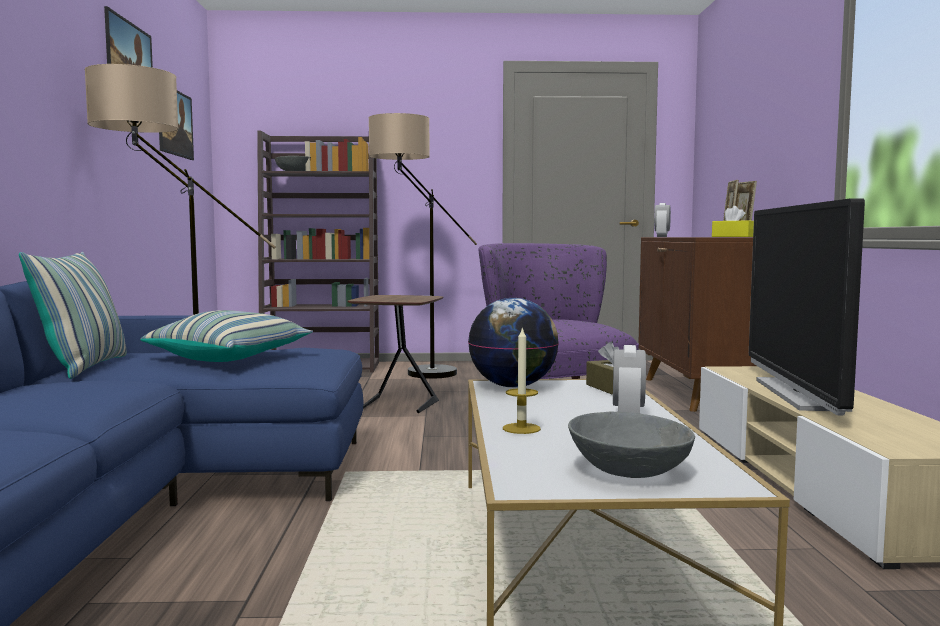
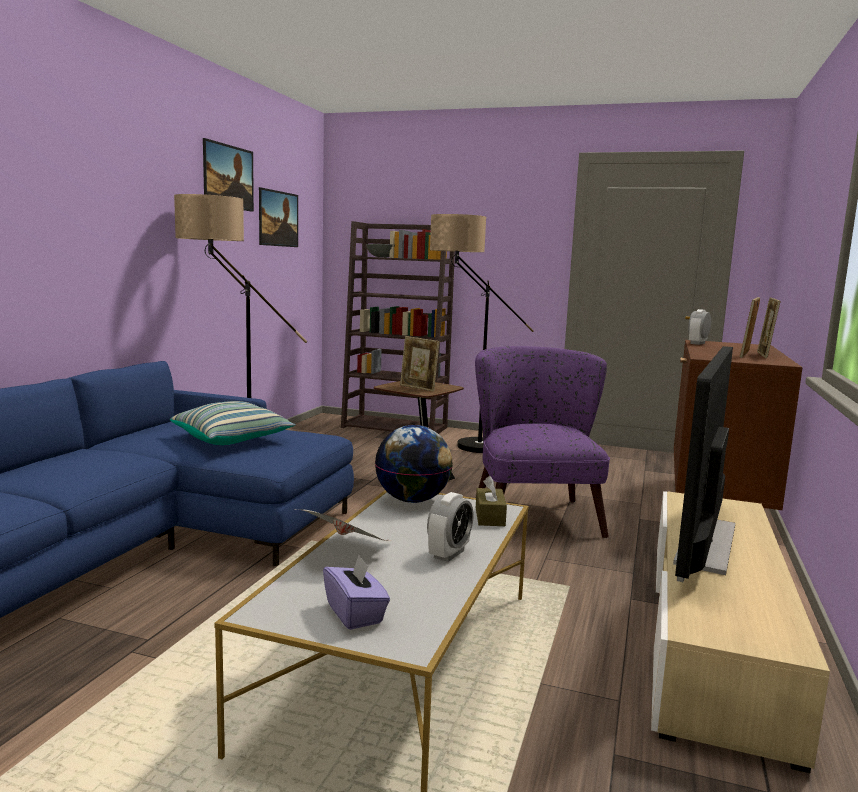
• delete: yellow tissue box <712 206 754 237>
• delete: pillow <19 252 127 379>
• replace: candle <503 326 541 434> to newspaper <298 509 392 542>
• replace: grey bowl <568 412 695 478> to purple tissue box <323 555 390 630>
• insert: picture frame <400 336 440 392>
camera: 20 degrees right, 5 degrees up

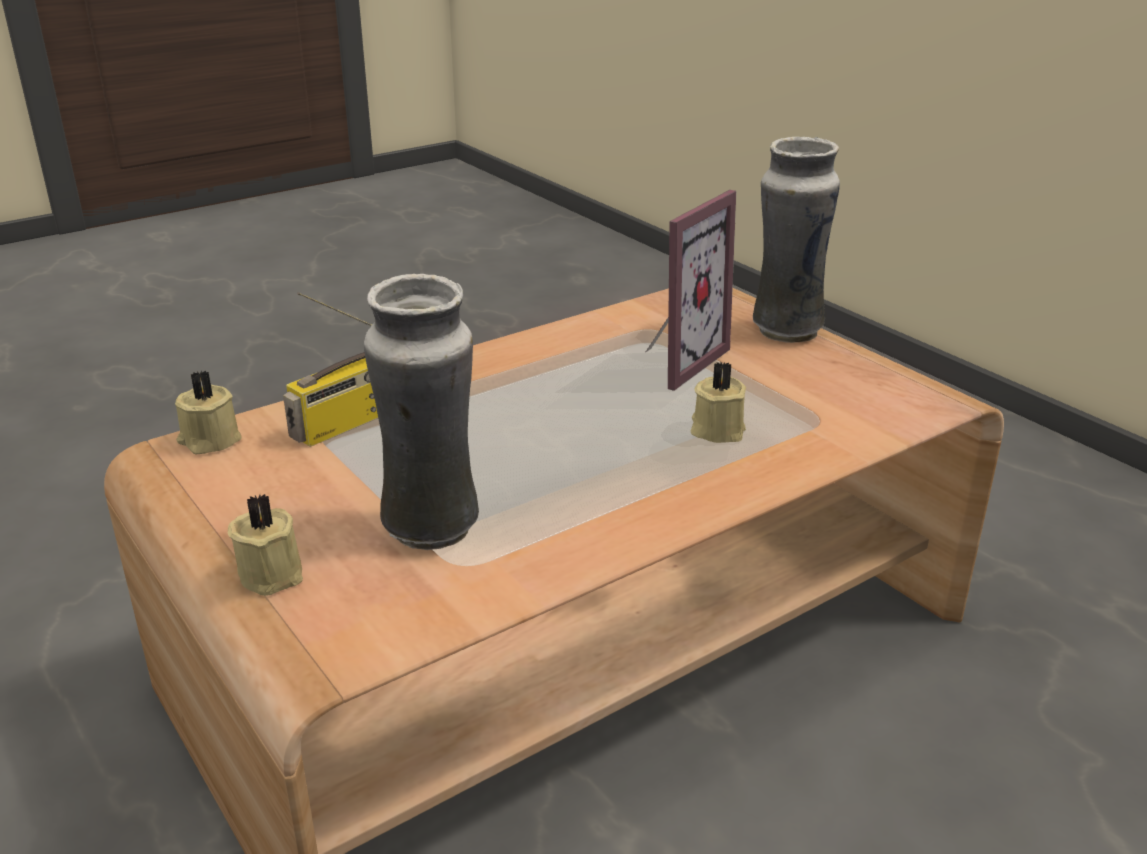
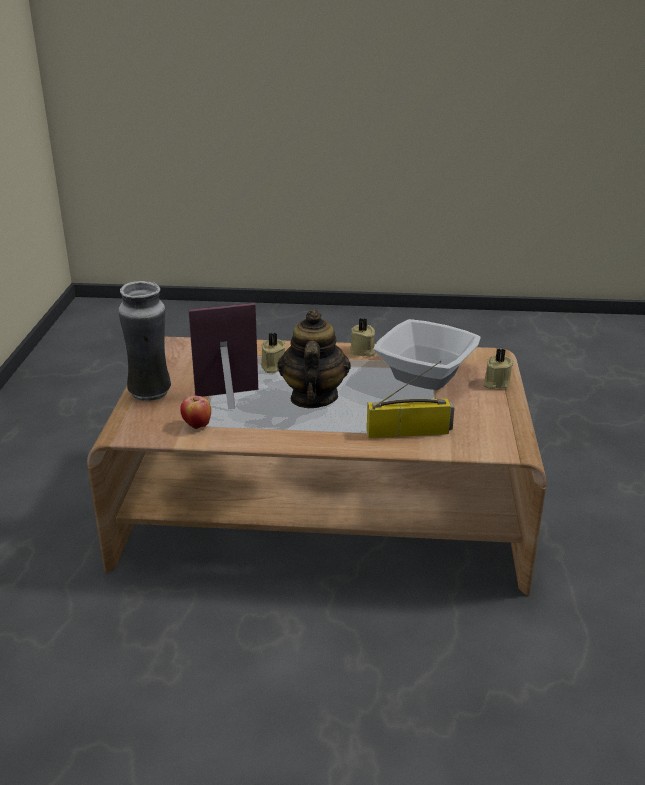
• replace: vase <364 274 479 550> to bowl <374 319 481 390>
• move: beige candle <175 370 242 454> to <350 318 376 357>
• insert: teapot <278 309 351 408>
• insert: apple <180 395 211 430>
camera: 140 degrees left, 0 degrees up

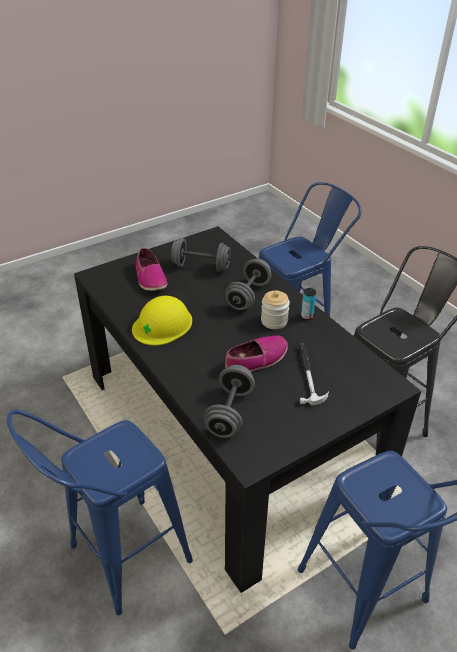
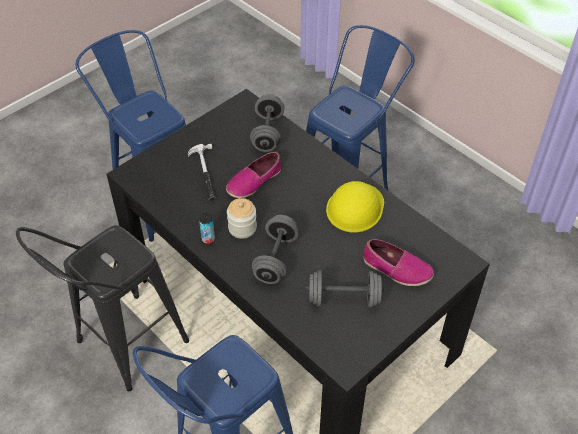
• rotate: shoe <136 248 168 291> = <364 239 434 286> 150 degrees clockwise
camera: 170 degrees right, 10 degrees up

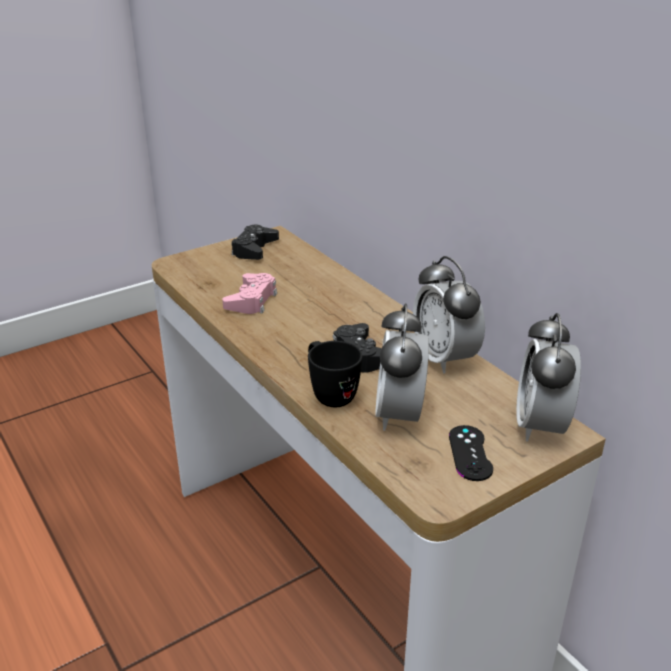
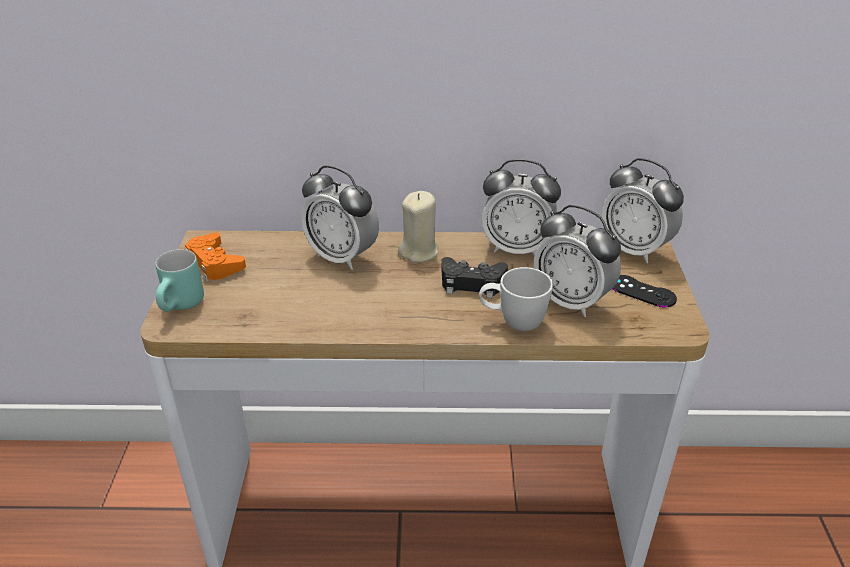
• recolor: black game controller <232 224 279 260> to orange game controller <185 233 246 281>
• delete: pink game controller <222 273 277 314>
• recolor: black mug <308 341 363 407> to white mug <479 267 553 331>
• insert: alarm clock <301 165 379 270>
• insert: beige candle <398 191 438 263>
• insert: turquoise mug <155 249 204 312>
camera: 55 degrees left, 5 degrees up

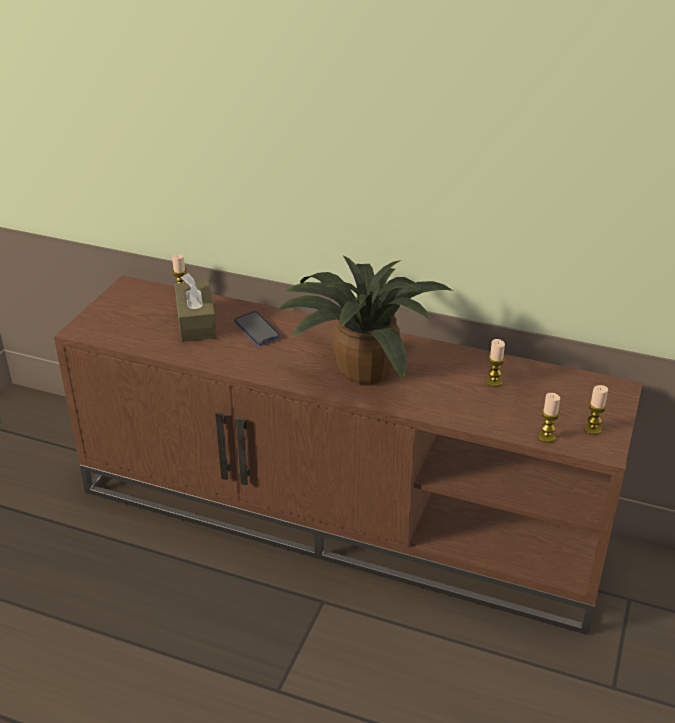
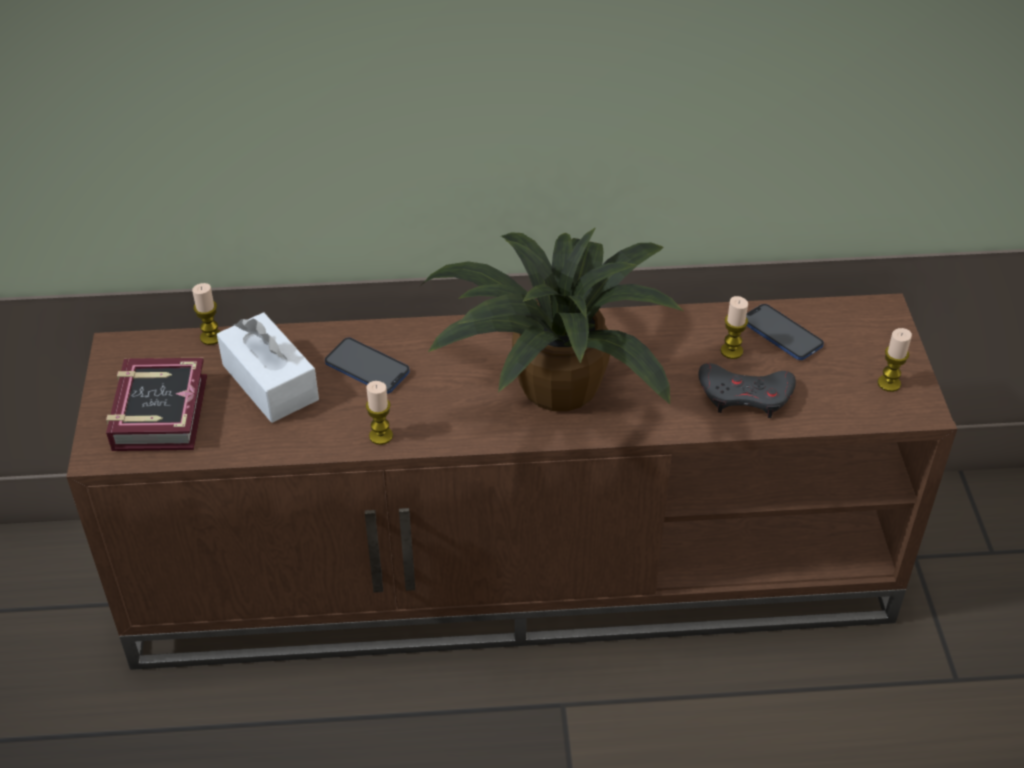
• recolor: brown tissue box <174 273 217 342> to white tissue box <217 312 319 423>
• move: candle <538 393 560 443> to <366 381 393 445>
• insert: phone <746 304 824 360>
• insert: book <106 358 207 451>
• insert: grey game controller <698 363 796 418>
camera: 25 degrees left, 10 degrees up

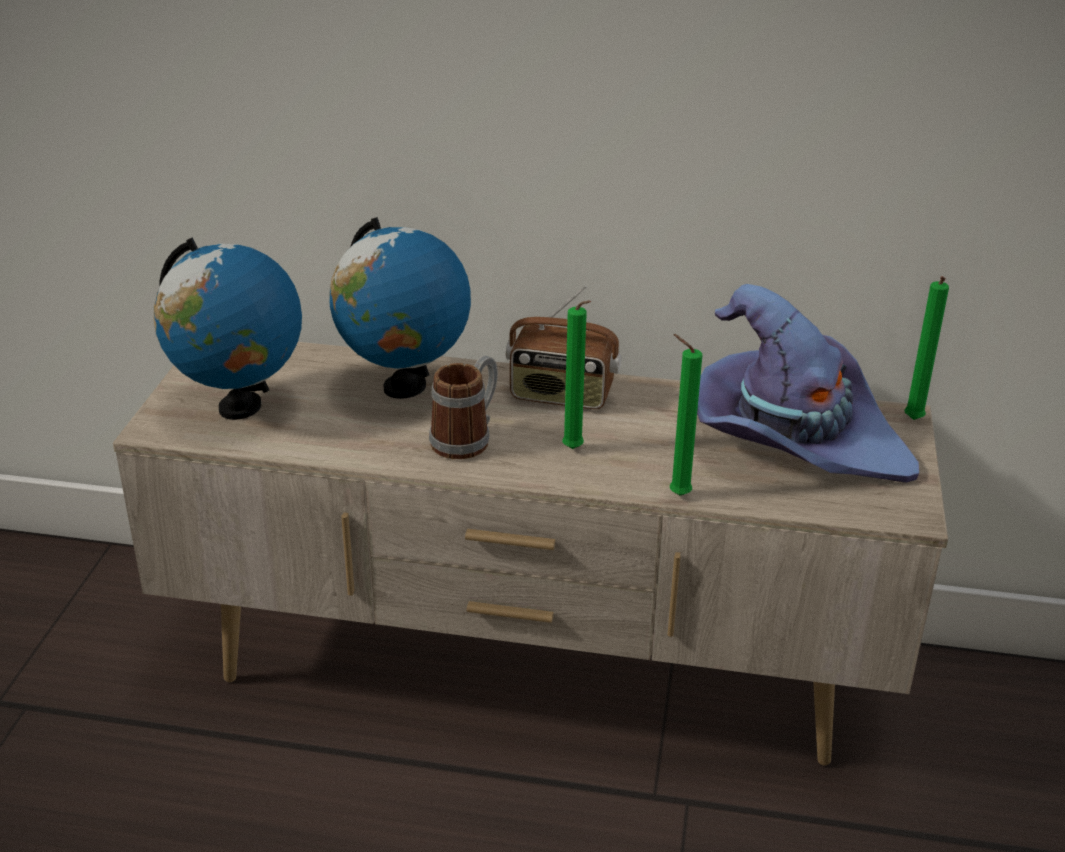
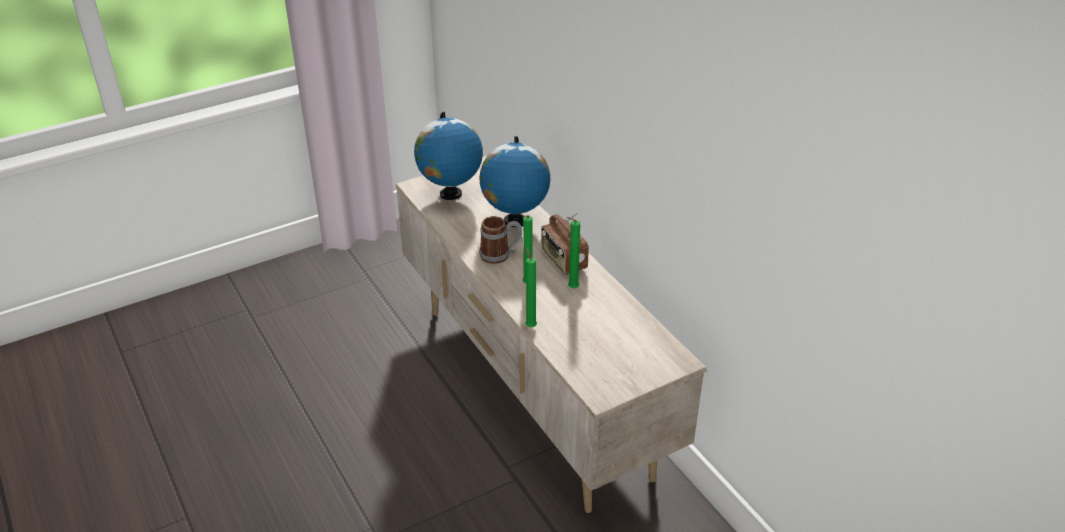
• move: green candle <905 276 949 420> to <567 217 580 288>
• delete: purple hat <697 284 919 483>
camera: 50 degrees right, 5 degrees up

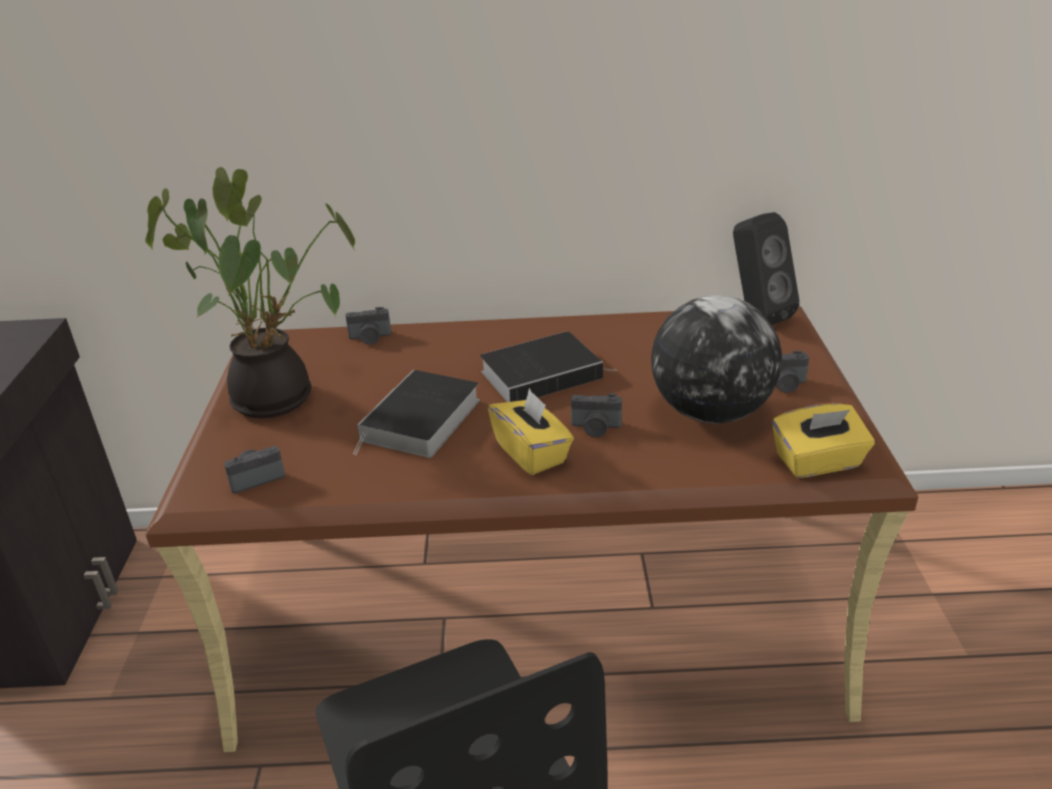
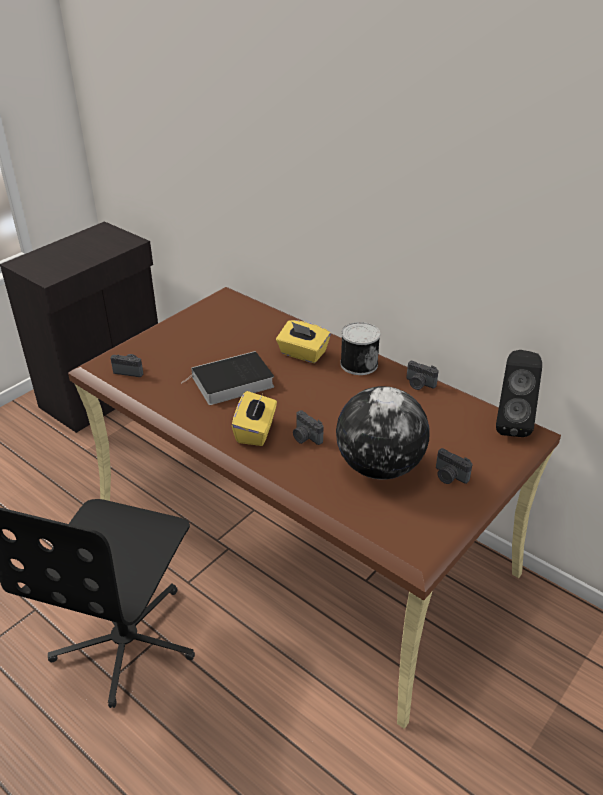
• delete: potted plant <145 167 355 418>
• move: photo camera <346 307 391 345> to <407 361 439 390>
• delete: book <480 331 617 402>
• move: yellow tissue box <772 403 875 478> to <276 320 331 363>
• insert: can <340 322 380 375>
camera: 40 degrees right, 5 degrees up

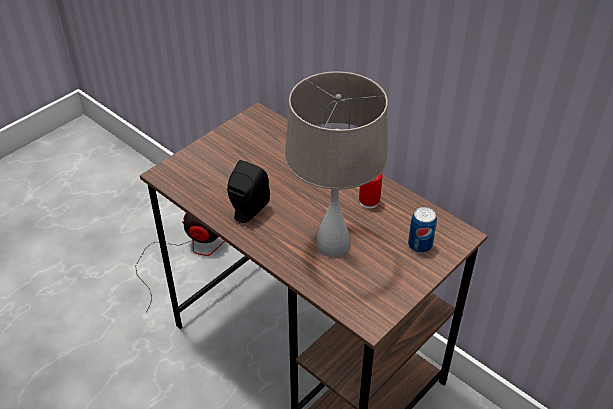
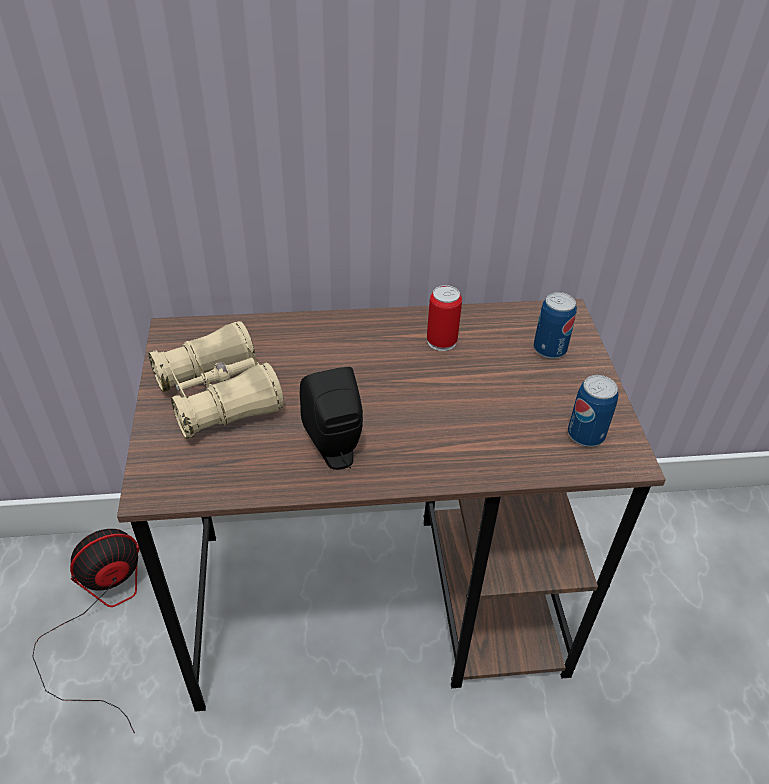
• delete: beige table lamp <284 71 388 257>
• insert: beige binoculars <149 321 284 439>
• insert: can <568 375 618 447>
camera: 50 degrees left, 0 degrees up

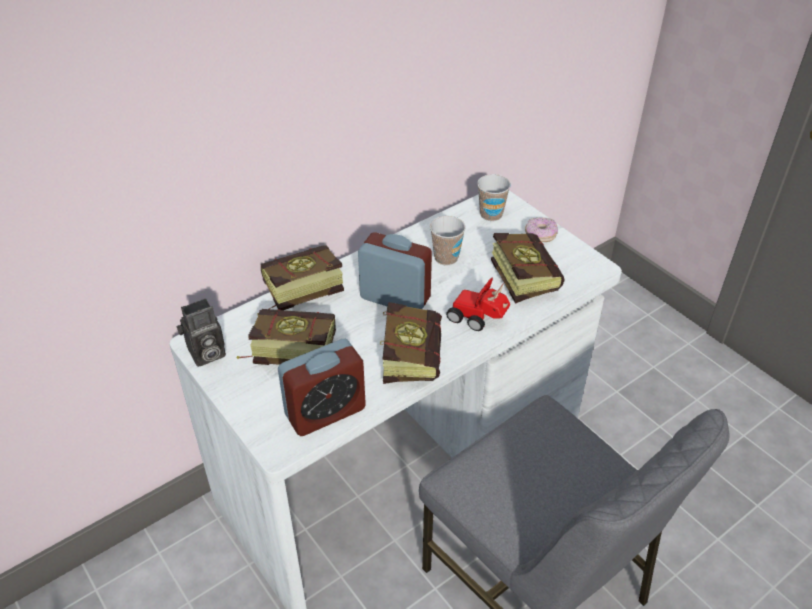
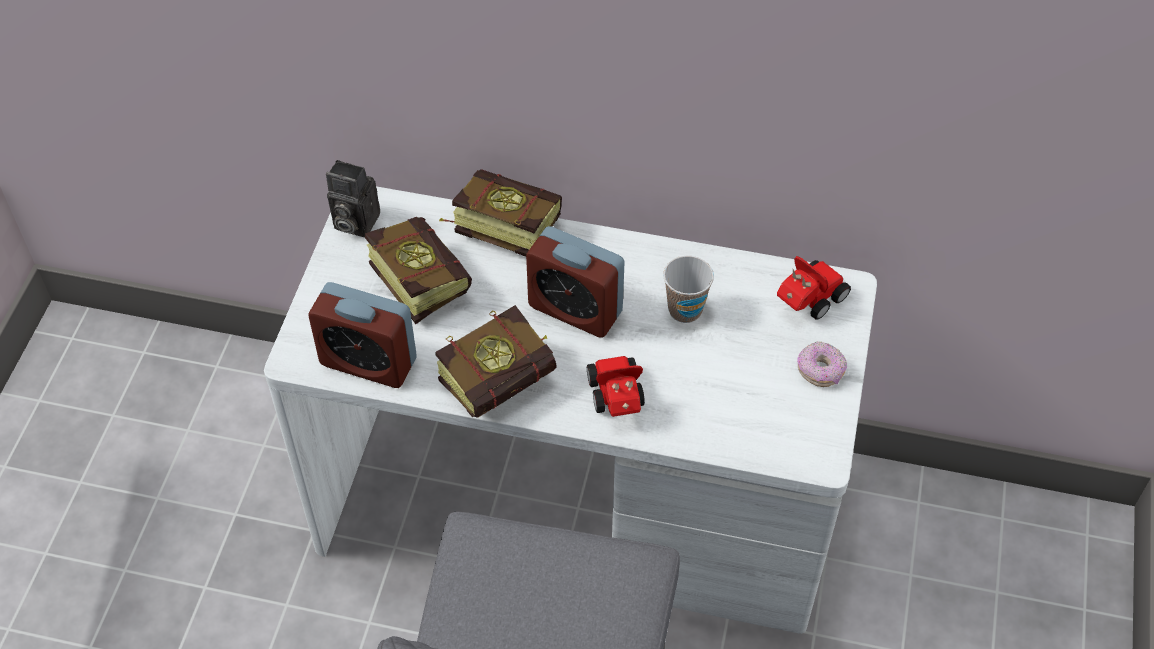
• replace: cup <477 174 511 221> to toy car <777 256 851 319>
• rotate: alarm clock <358 232 432 309> = <526 226 625 338> 135 degrees clockwise
• delete: book <491 233 564 304>
camera: 50 degrees right, 10 degrees up

